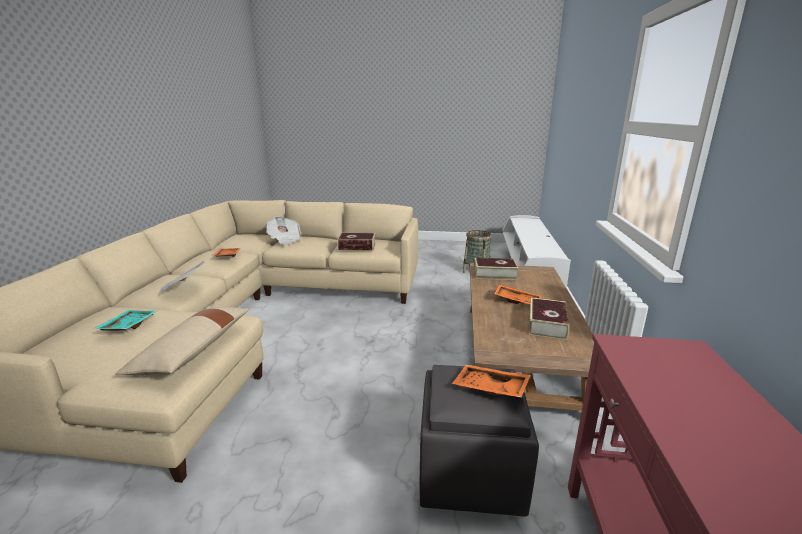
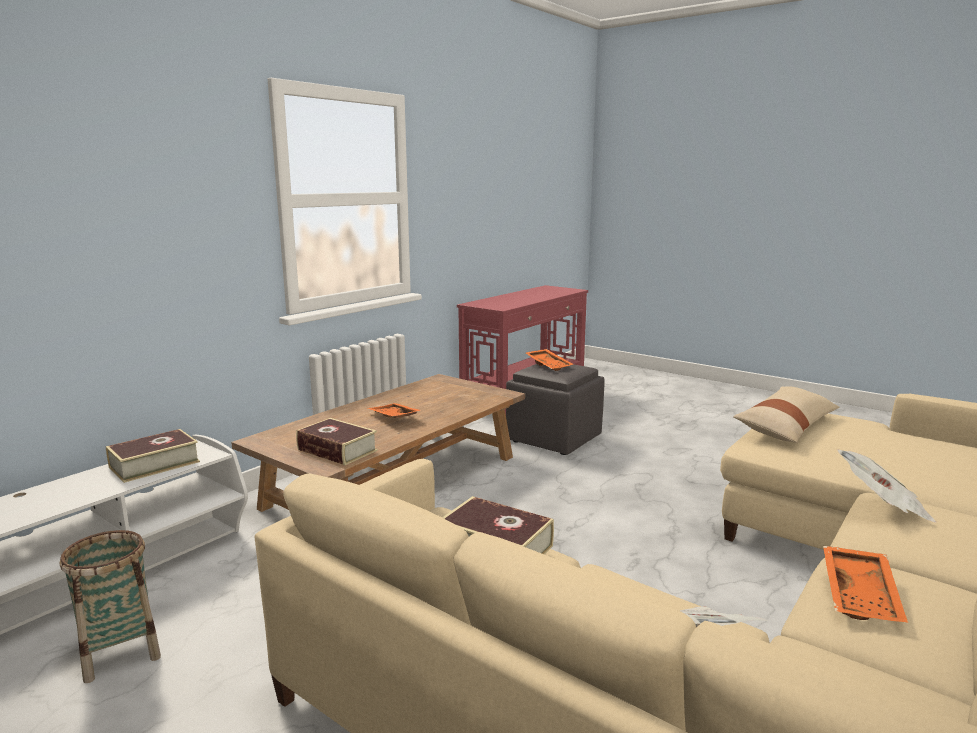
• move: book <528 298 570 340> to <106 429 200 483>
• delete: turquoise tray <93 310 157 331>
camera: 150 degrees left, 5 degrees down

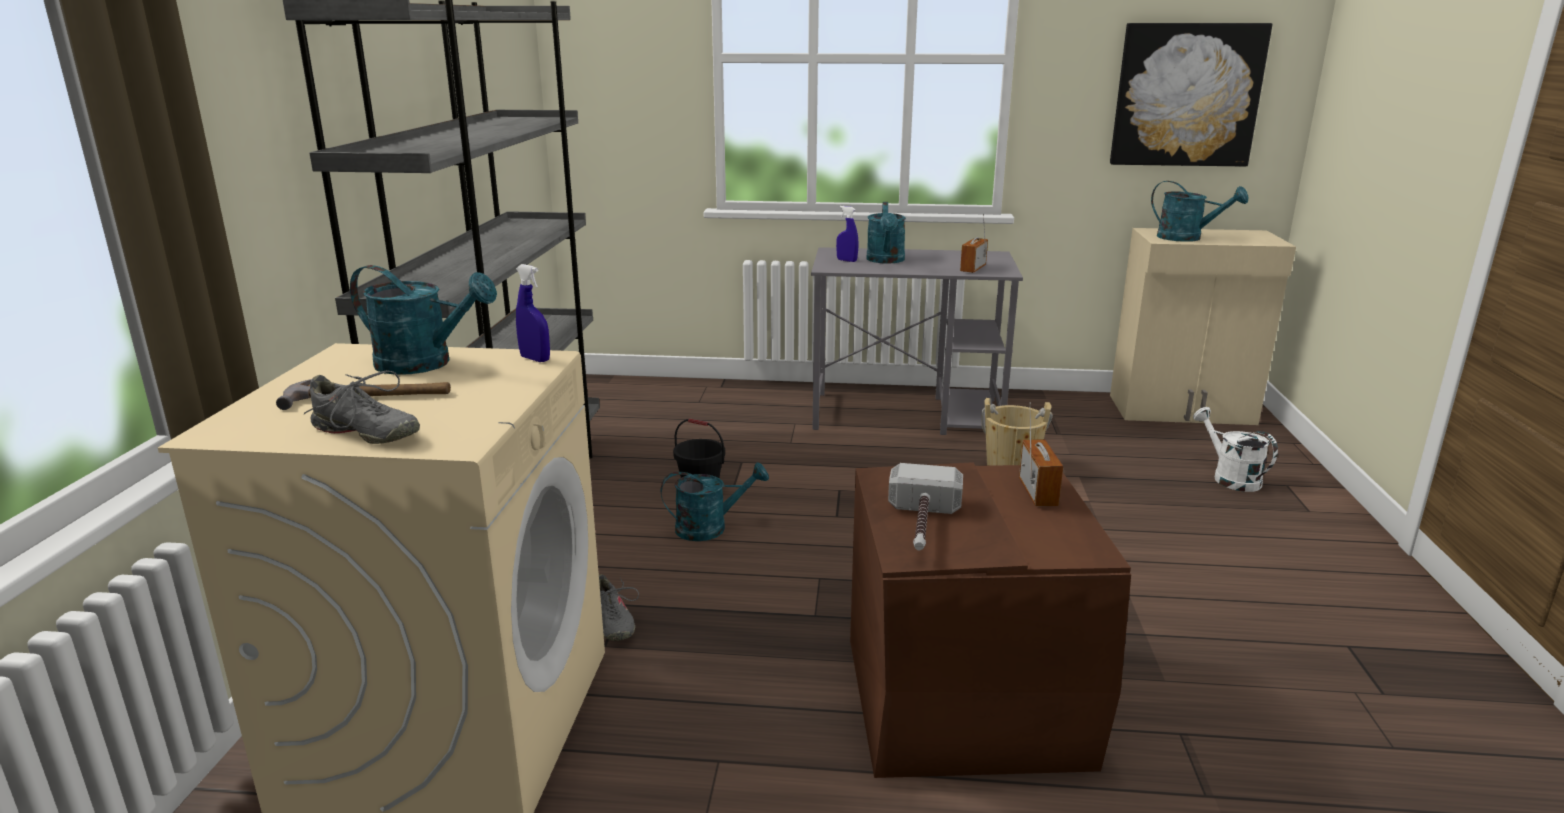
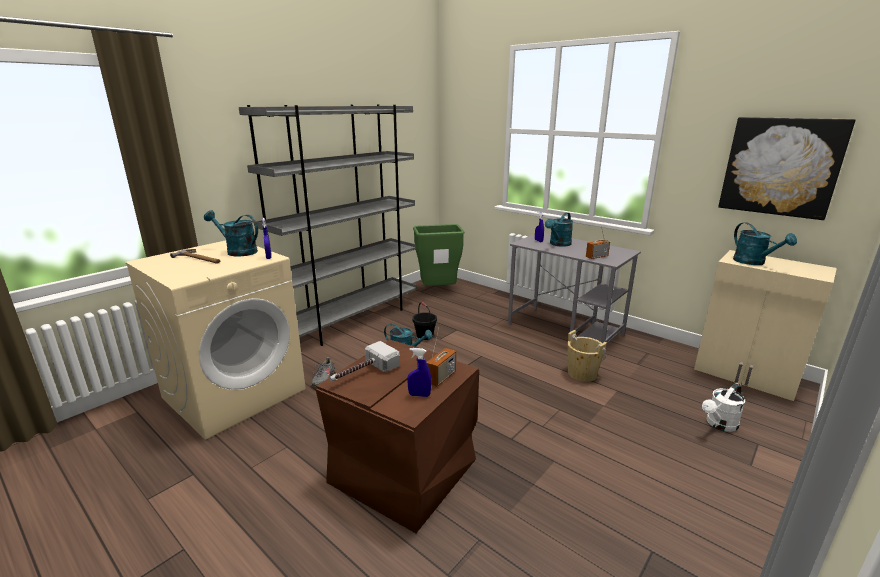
• rotate: turquoise watering can <350 265 497 375> = <204 210 258 256> 150 degrees clockwise
• delete: grey shoe <304 370 420 444>
• rotate: white watering can <1193 407 1278 492> = <702 383 745 432> 135 degrees counterclockwise
• insert: green trash can <413 224 465 286>
• insert: blue spray bottle <407 348 431 397>
camera: 35 degrees right, 0 degrees up

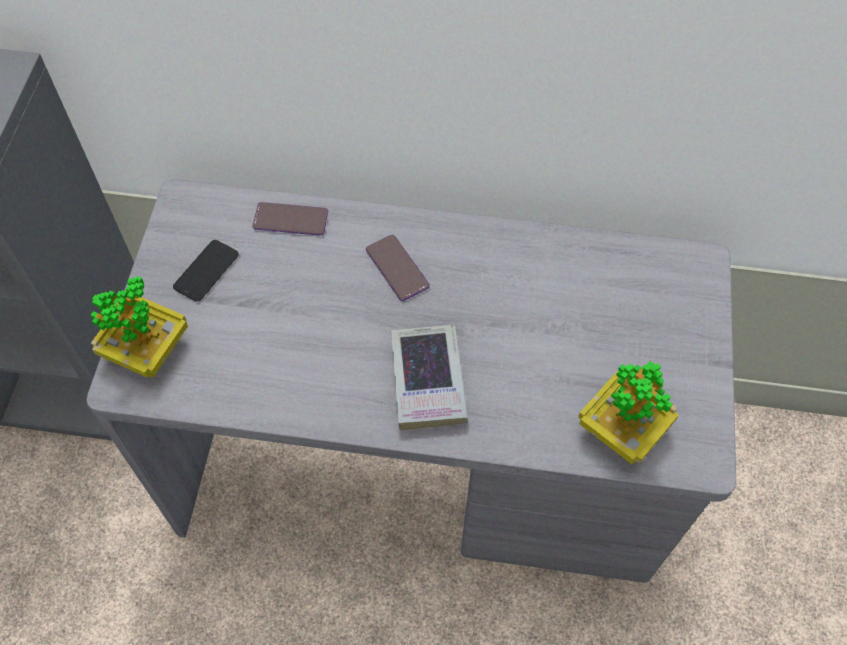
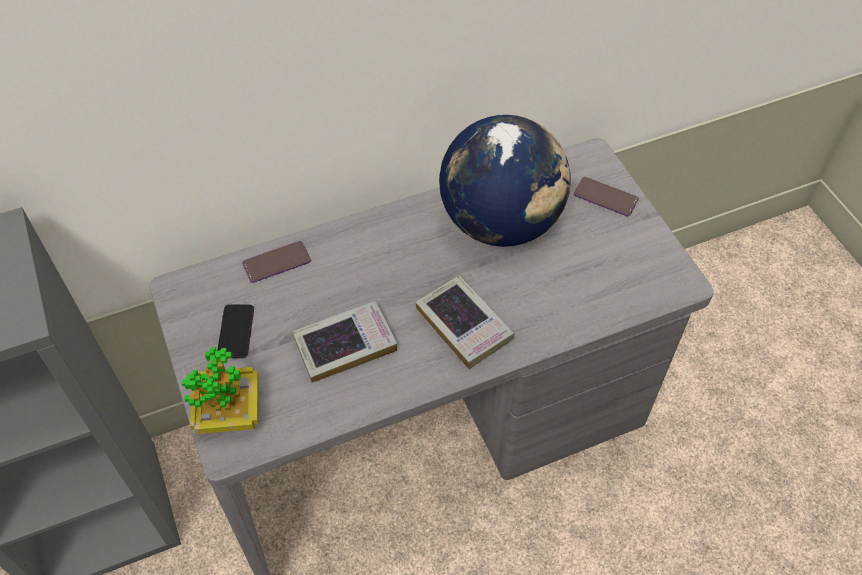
• move: phone <366 235 430 301> to <574 177 639 216>
• delete: potted plant <578 361 679 464>
• insert: globe <439 115 571 247>
• insert: book <292 301 397 383>
camera: 30 degrees left, 5 degrees down

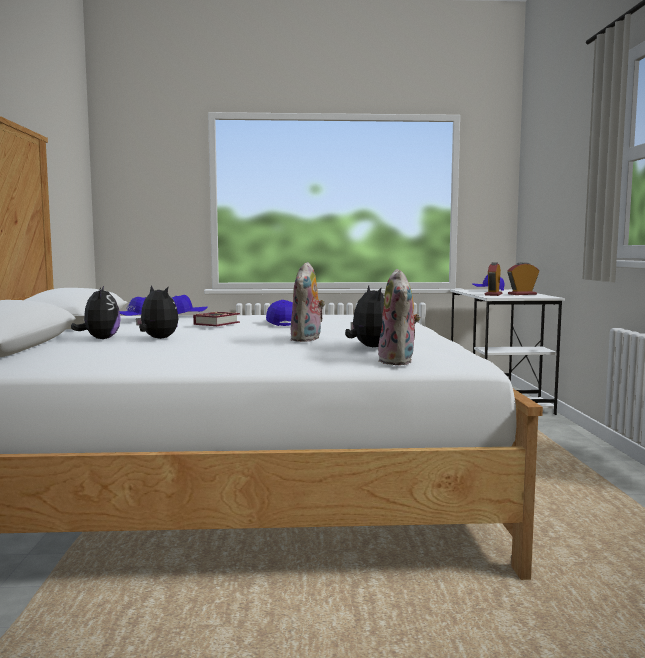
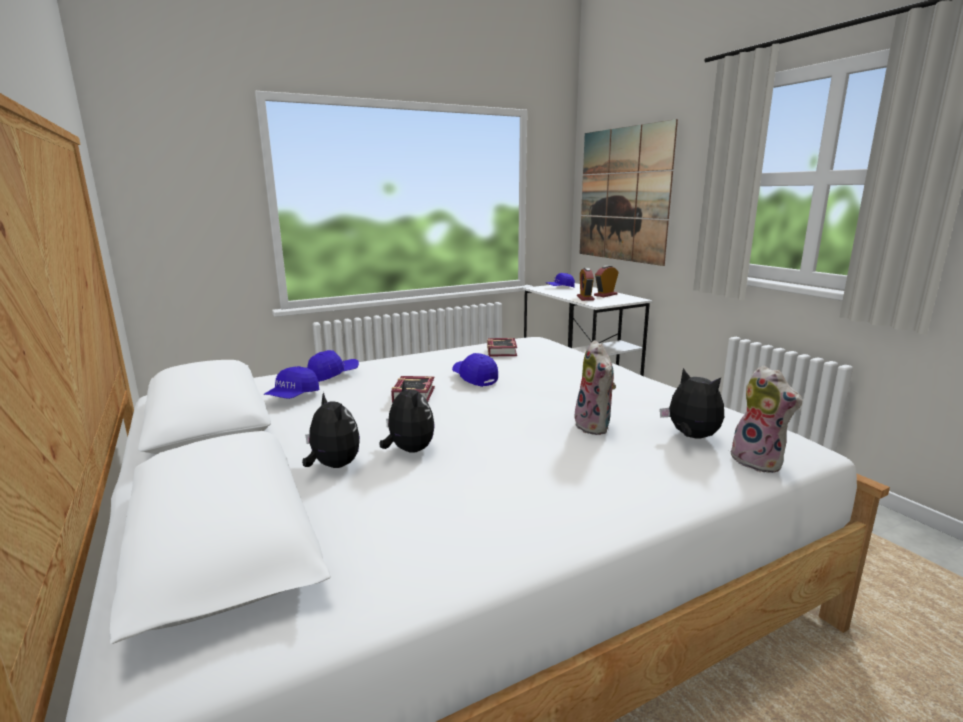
• rotate: plush toy <136 285 179 339> = <379 380 435 453> 45 degrees clockwise
• insert: picture <579 119 678 266>
• insert: book <487 338 517 356>
camera: 25 degrees left, 10 degrees up

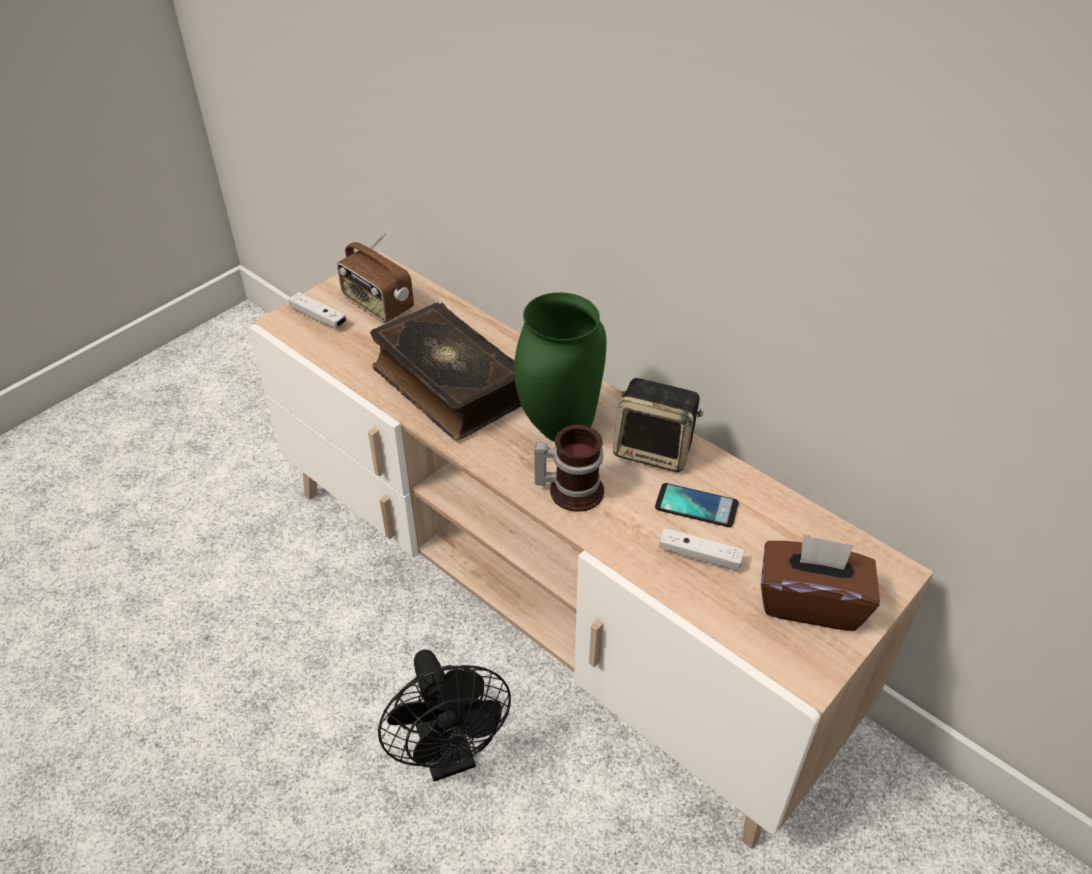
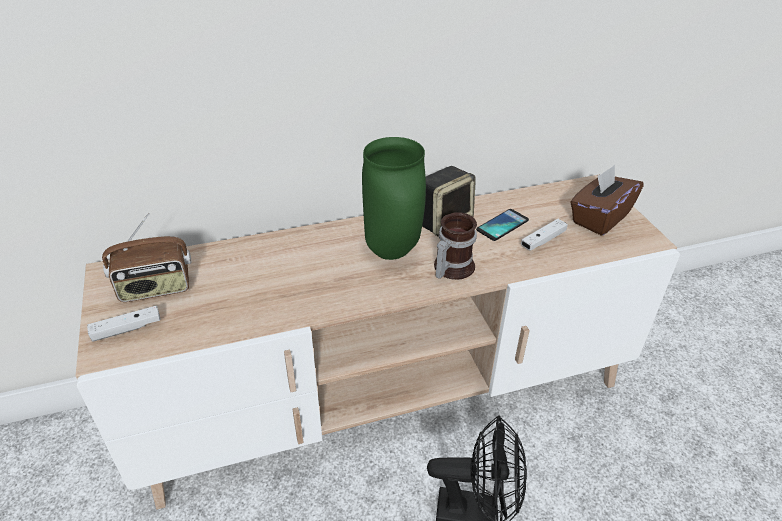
• delete: book <370 302 521 440>
camera: 60 degrees left, 5 degrees down

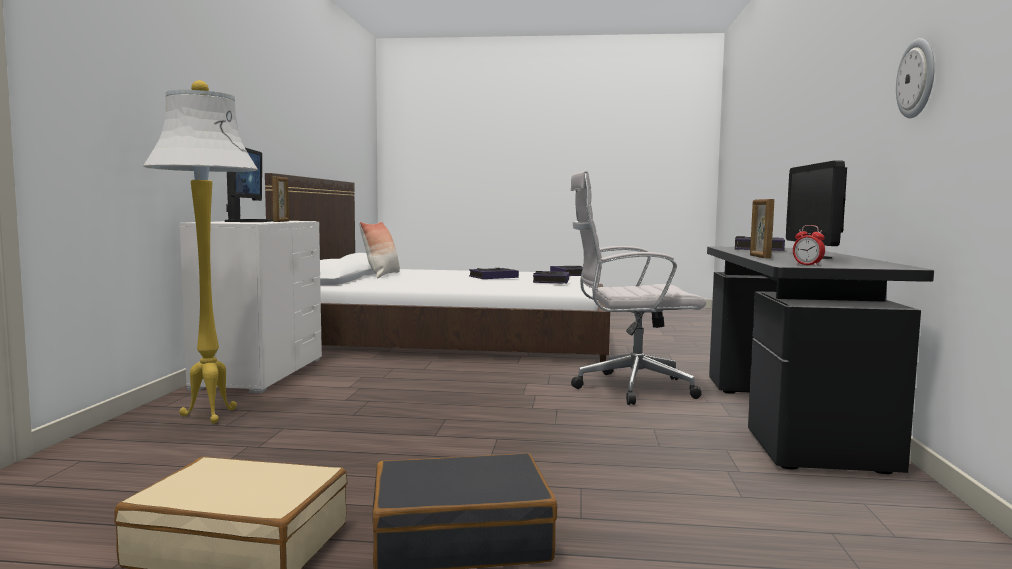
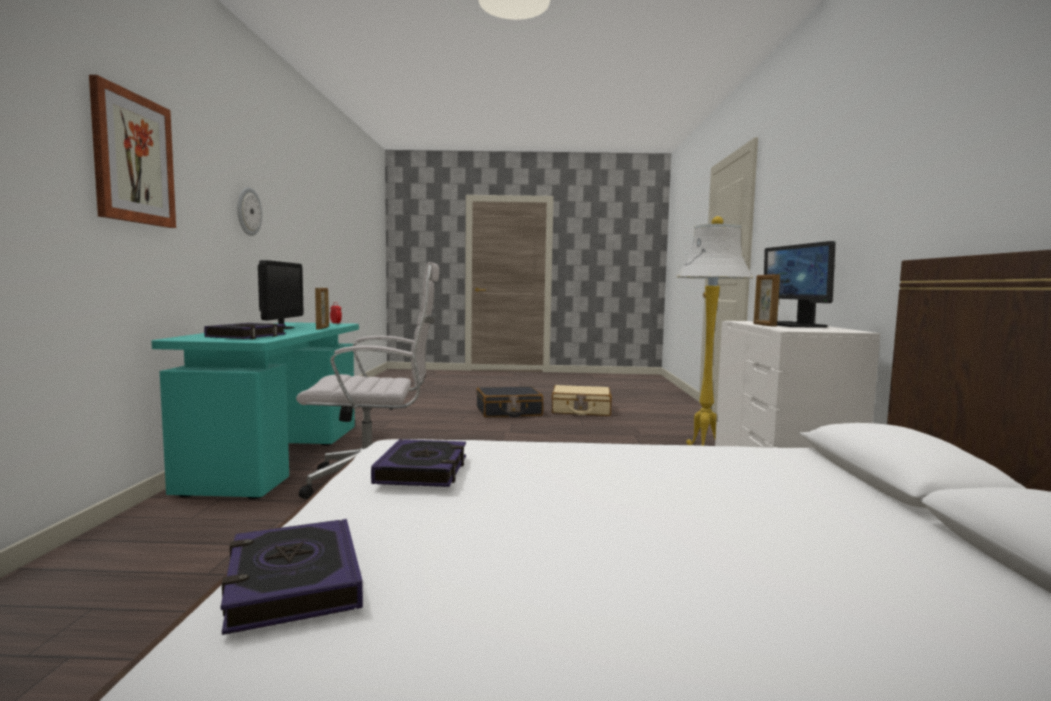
• delete: pillow <359 222 400 278>
• recolor: black desk <707 246 934 474> to turquoise desk <151 322 359 499>
• delete: book <469 268 519 279>
• insert: picture <89 75 176 228>
camera: 175 degrees right, 0 degrees up

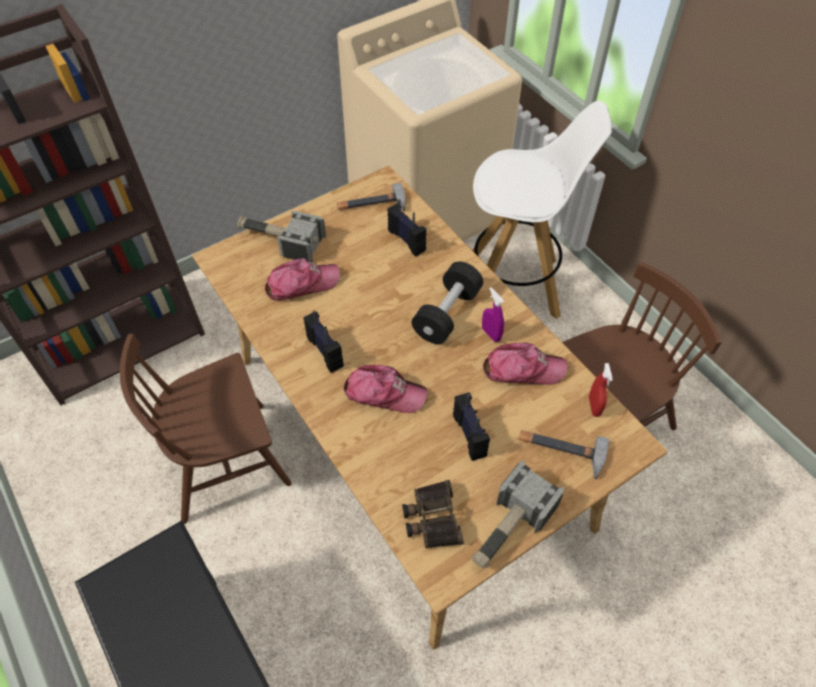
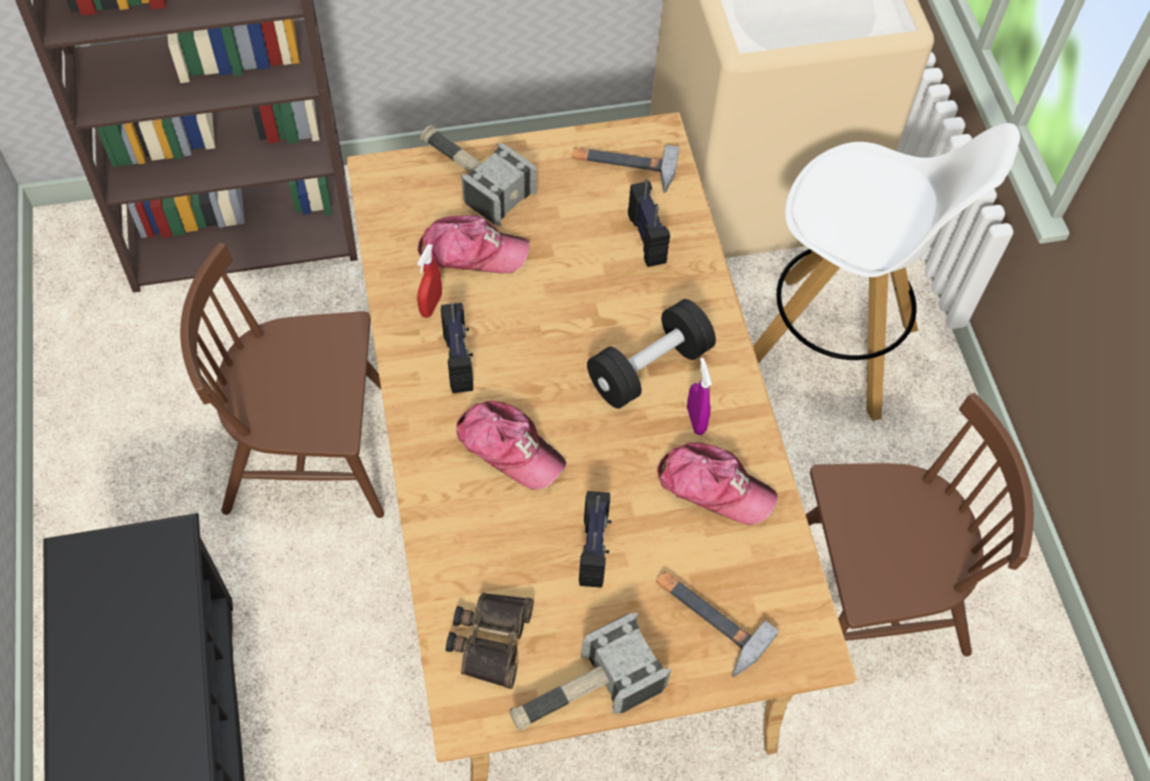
• move: red spray bottle <589 363 613 417> to <417 244 442 318>
camera: 20 degrees right, 5 degrees up

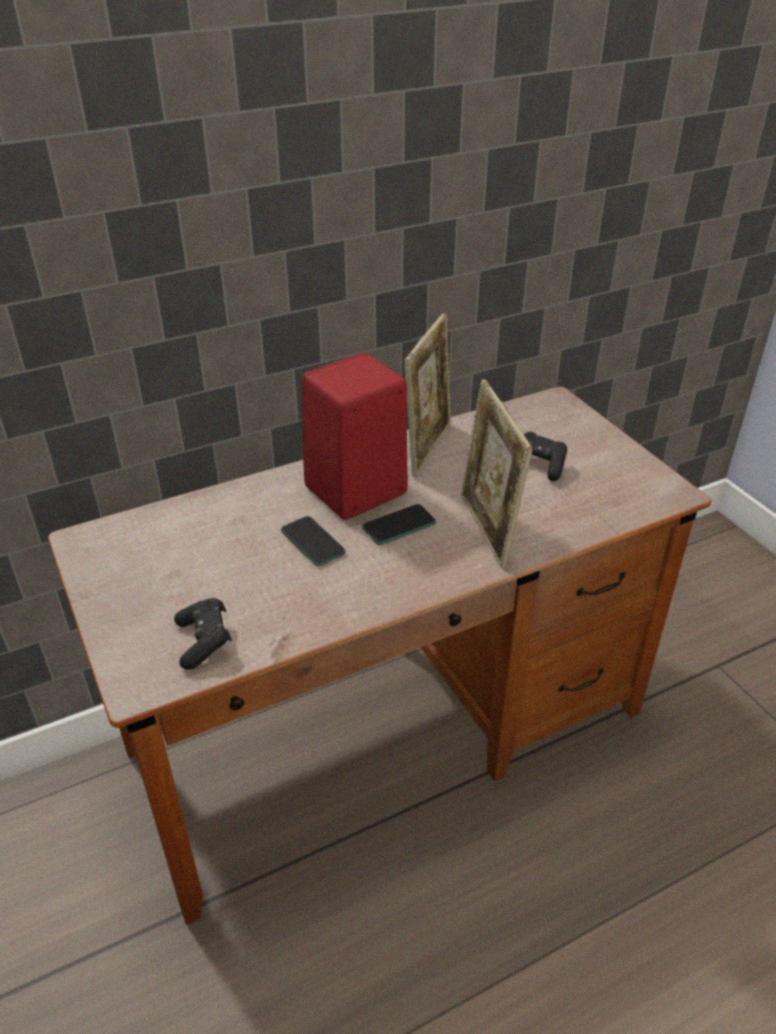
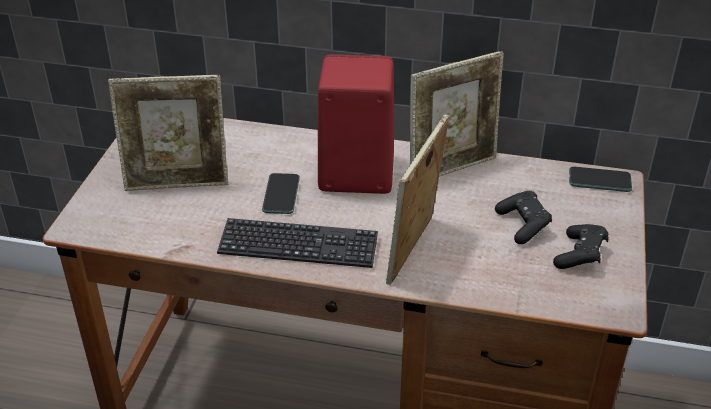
• move: phone <362 504 436 545> to <569 167 632 192>
• move: black game controller <174 598 232 670> to <553 224 608 269>
• insert: picture frame <108 75 228 191>
• insert: keyboard <217 218 378 268>
camera: 40 degrees right, 0 degrees up

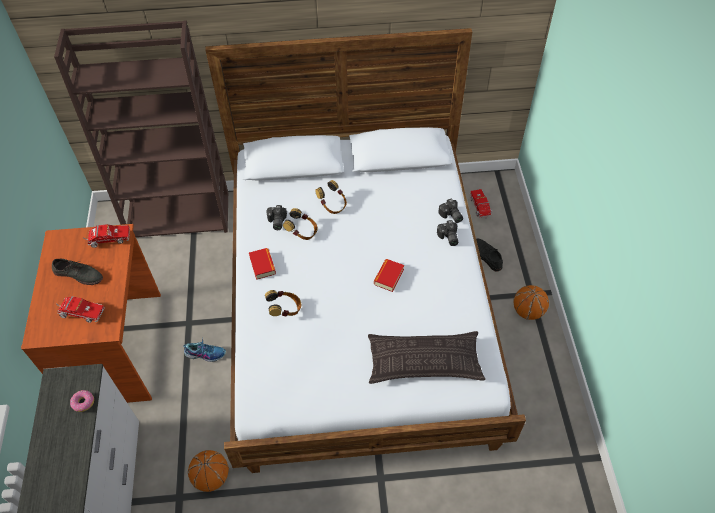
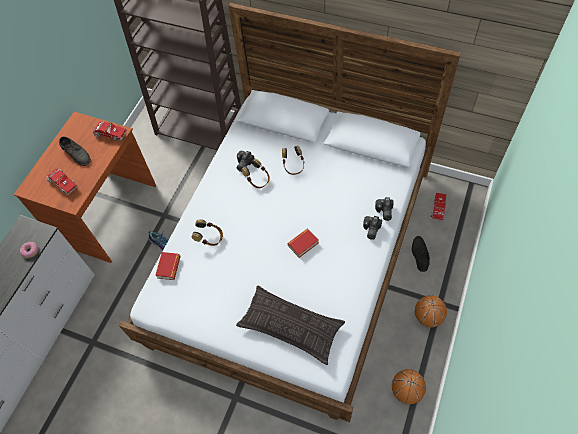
• move: book <249 248 276 280> to <155 252 181 280>
• move: basketball <188 450 229 492> to <392 369 426 404>
camera: 30 degrees right, 5 degrees up

